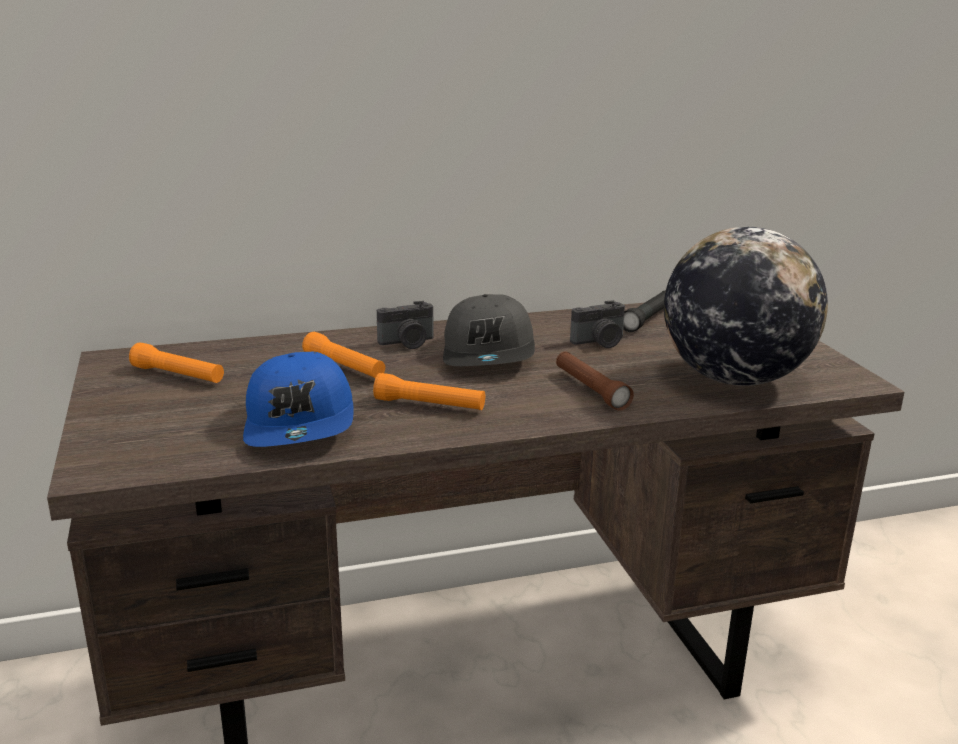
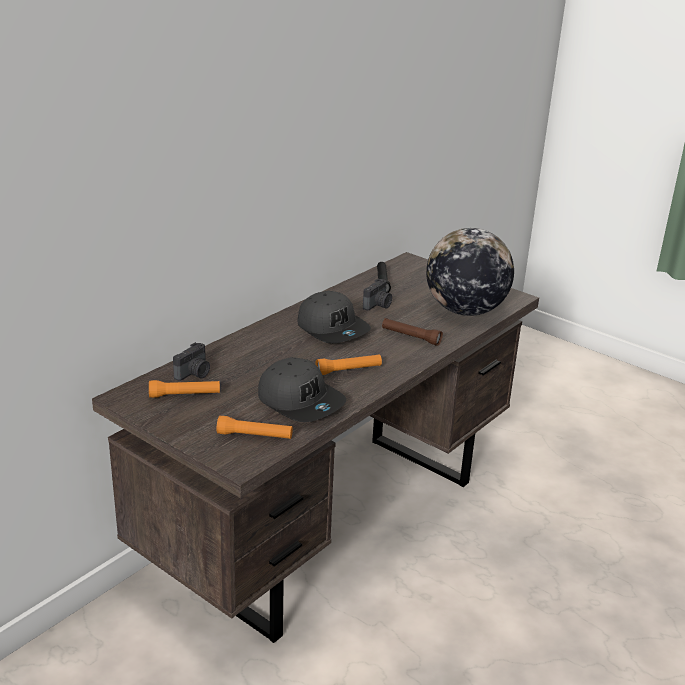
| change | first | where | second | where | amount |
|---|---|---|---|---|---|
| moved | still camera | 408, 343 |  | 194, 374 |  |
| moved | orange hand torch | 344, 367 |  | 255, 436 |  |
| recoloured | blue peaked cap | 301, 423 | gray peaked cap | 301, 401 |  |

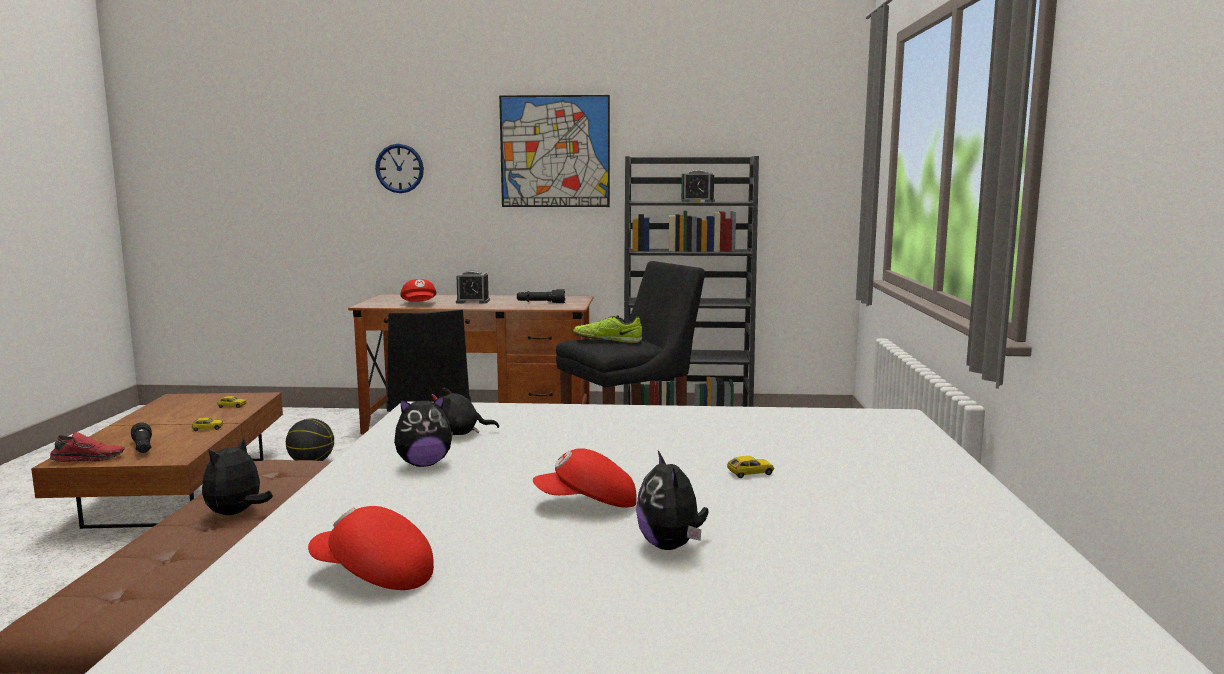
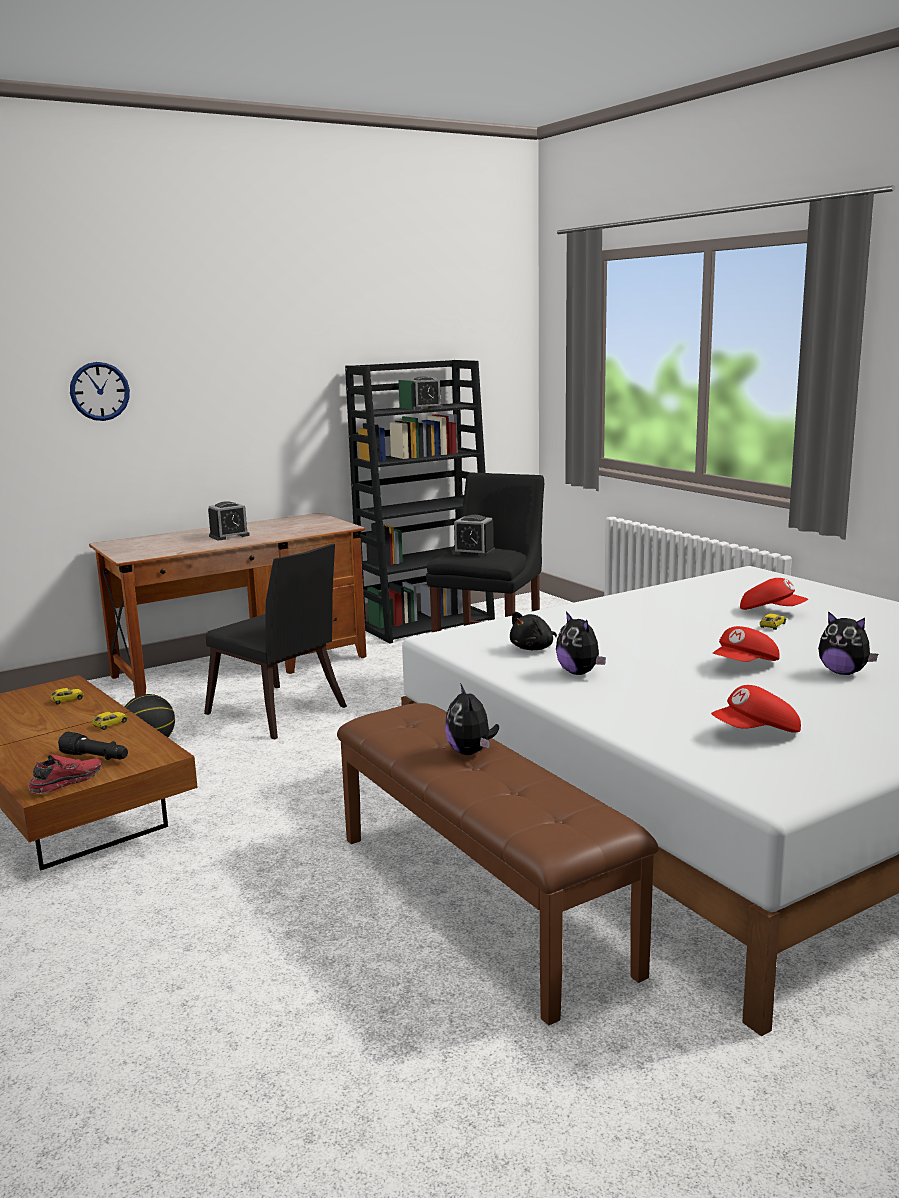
| change | first | where | second | where | amount |
|---|---|---|---|---|---|
| removed | wall picture | 555, 151 |  |  |  |
| moved | red-coloured peaked cap | 419, 304 |  | 771, 611 |  |
| removed | black-coloured hand torch | 541, 303 |  |  |  |
| replaced | low shoe | 608, 340 | table clock | 474, 552 |  |
| turned | plush toy | 424, 464 |  | 579, 673 | 120 degrees clockwise |

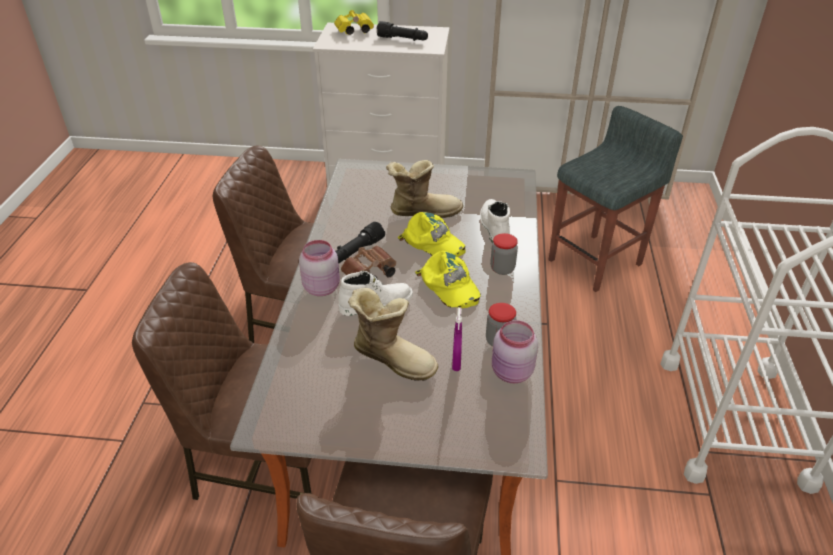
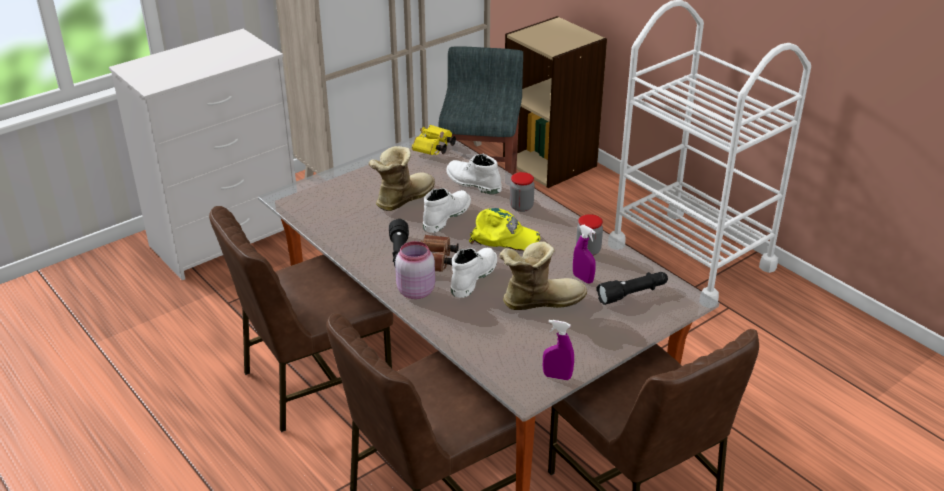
| change | first | where | second | where | amount |
|---|---|---|---|---|---|
| moved | yellow field glasses | 353, 31 |  | 433, 149 |  |
| moved | black-coloured hand torch | 403, 39 |  | 632, 294 |  |
| replaced | yellow peaked cap | 433, 242 | whitish high-top boot | 446, 216 |  |
| removed | pinkish preserve jar | 511, 373 |  |  |  |
| added |  |  | beige-coloured bookcase | 550, 163 |  |
| added |  |  | purple sprayer | 557, 376 |  |

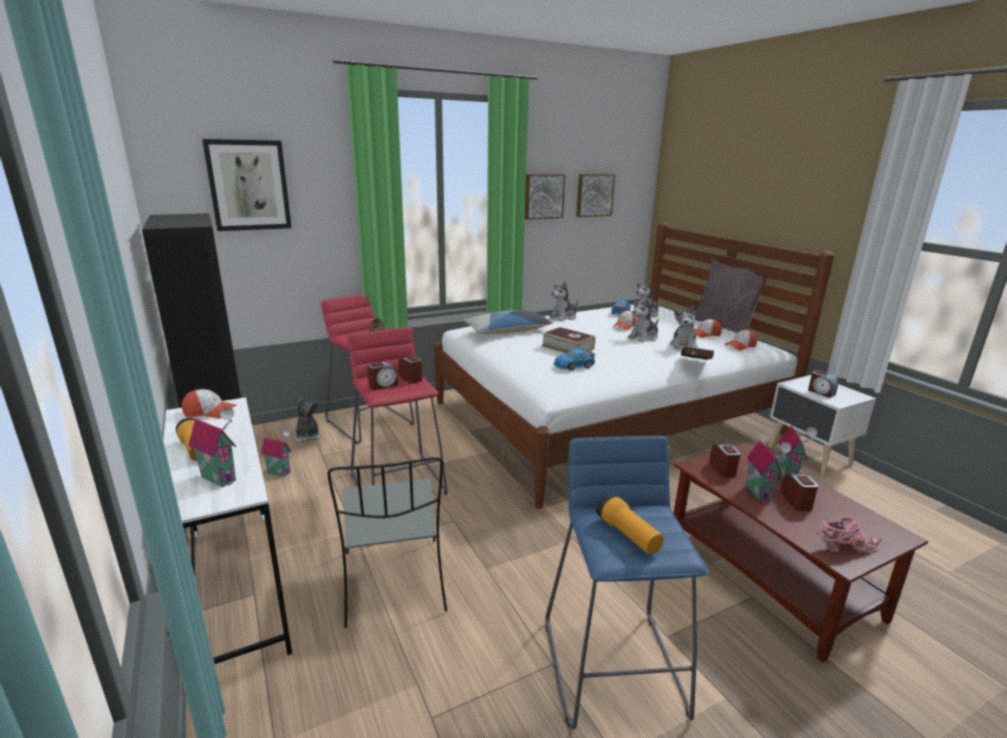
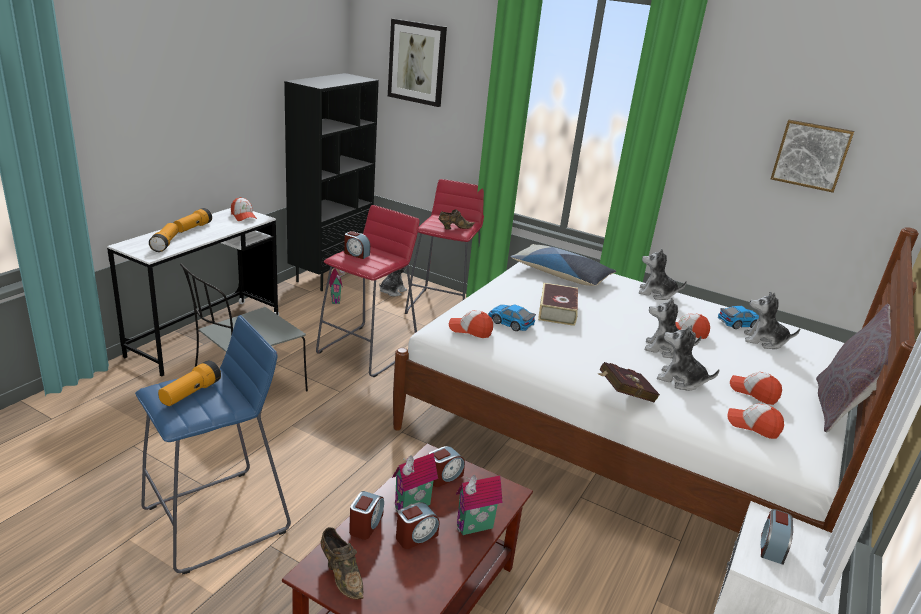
| change | first | where | second | where | amount |
|---|---|---|---|---|---|
| removed | wall picture | 543, 196 |  |  |  |
| turned | plush toy | 683, 345 |  | 680, 380 | 45 degrees clockwise |
| moved | table clock | 411, 378 |  | 366, 524 |  |
| replaced | miniature house | 221, 477 | hand torch | 165, 244 |  |
| recoloured | pinkish low shoe | 843, 547 | brownish low shoe | 342, 574 |  |
| added |  |  | peaked cap | 470, 330 |  |

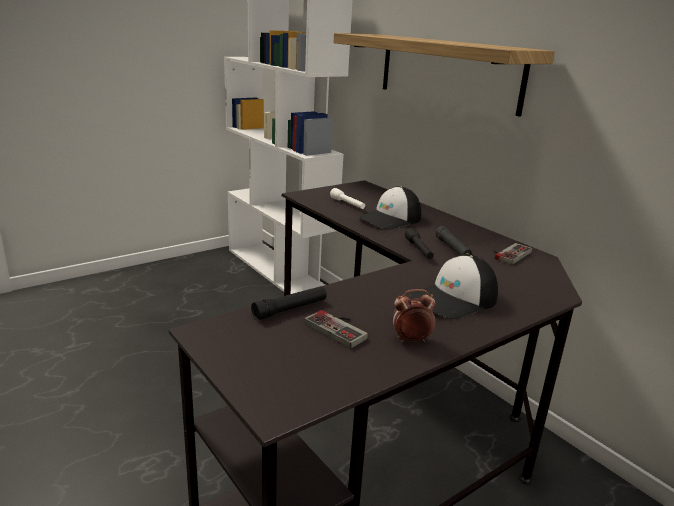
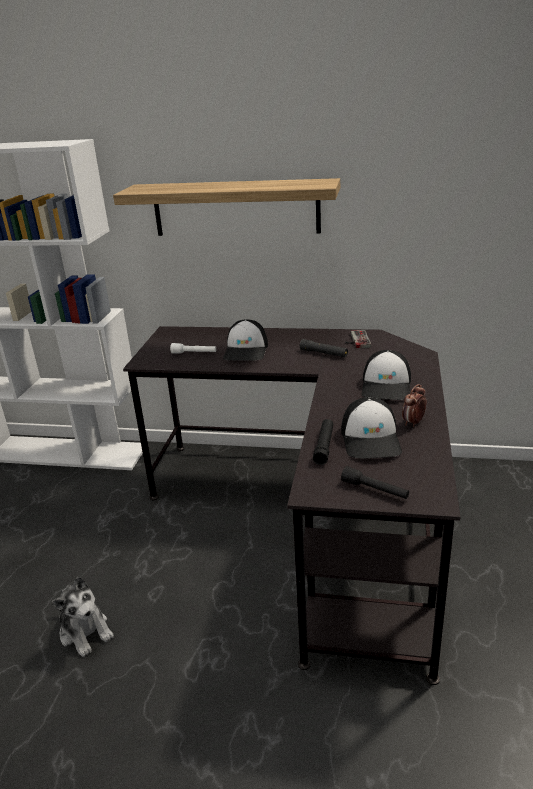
| change | first | where | second | where | amount |
|---|---|---|---|---|---|
| moved | black-coloured hand torch | 419, 250 |  | 375, 490 |  |
| replaced | game controller | 340, 328 | peaked cap | 371, 439 |  |
| added |  |  | plush toy | 86, 631 |  |

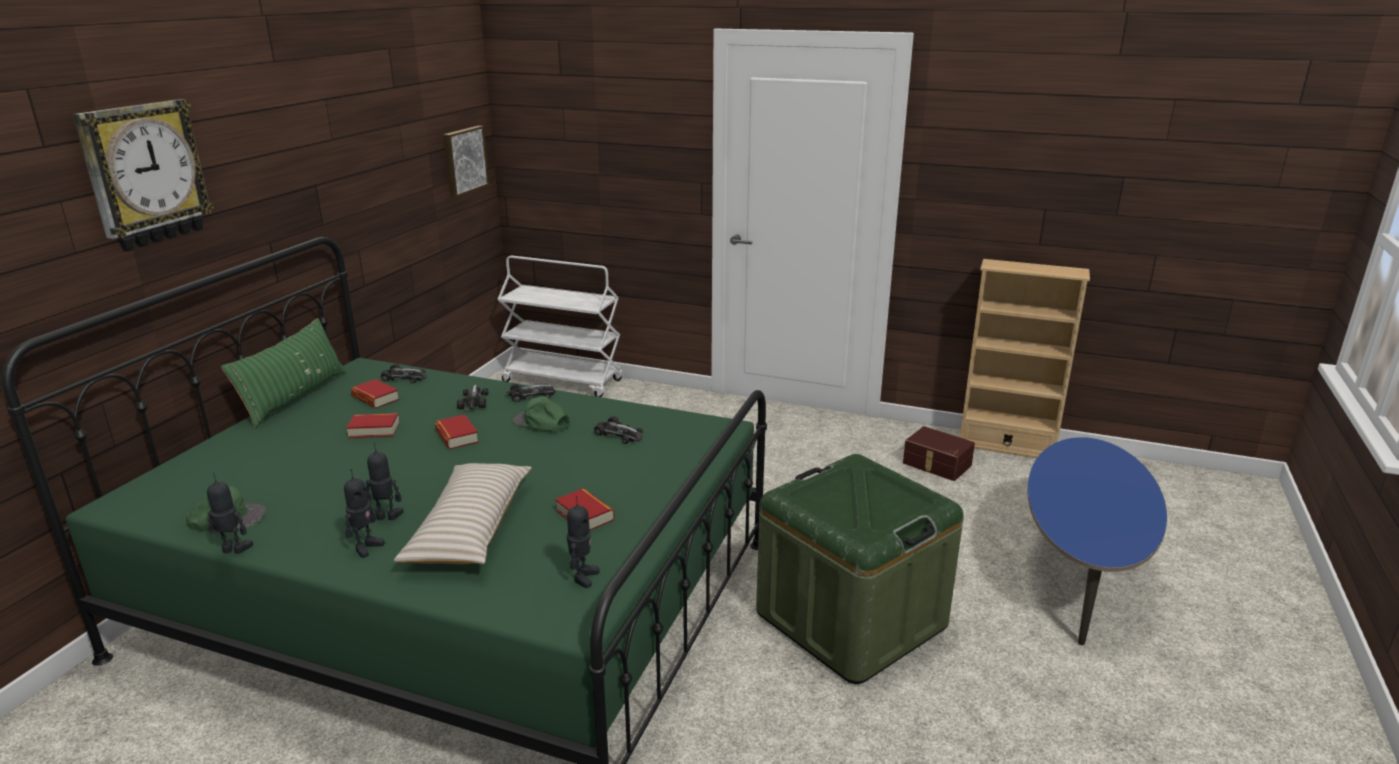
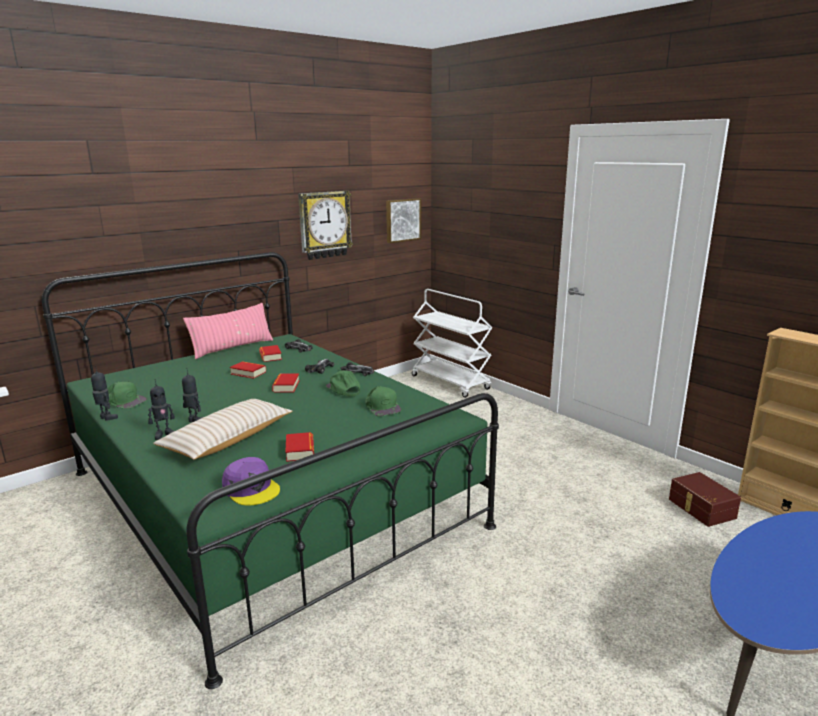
| change | first | where | second | where | amount |
|---|---|---|---|---|---|
| moved | wall clock | 144, 174 |  | 324, 225 |  |
| recoloured | green-coloured throw pillow | 294, 397 | pinkish throw pillow | 232, 348 |  |
| replaced | toy car | 618, 434 | green-coloured peaked cap | 382, 407 |  |
| removed | green-coloured storage bin | 851, 619 |  |  |  |
| replaced | toy robot | 583, 577 | purple peaked cap | 251, 488 |  |

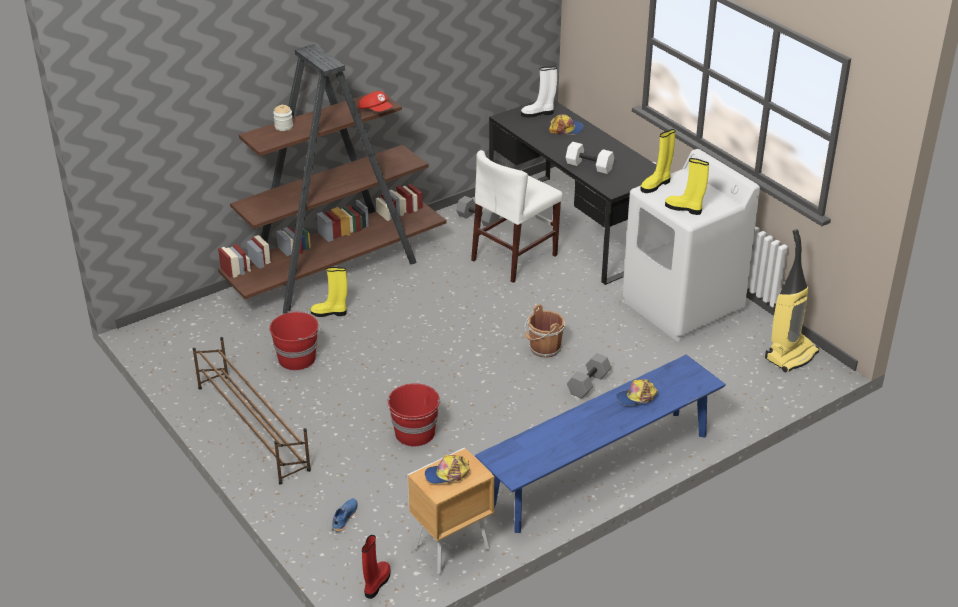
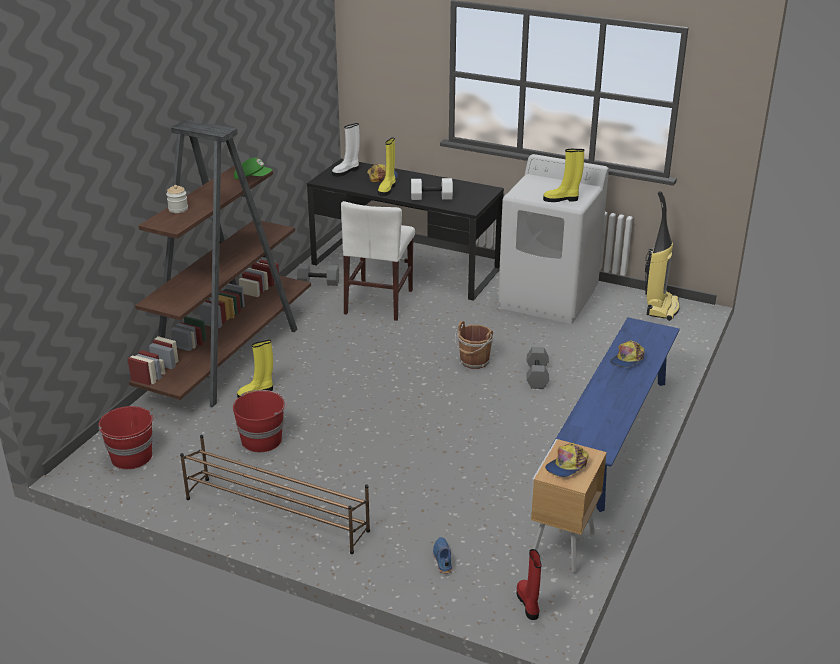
| change | first | where | second | where | amount |
|---|---|---|---|---|---|
| recoloured | red-coloured peaked cap | 375, 110 | green-coloured peaked cap | 252, 178 |  |
| moved | yellow high-top boot | 656, 185 |  | 387, 189 |  |
| moved | red-coloured pail | 415, 433 |  | 132, 457 |  |

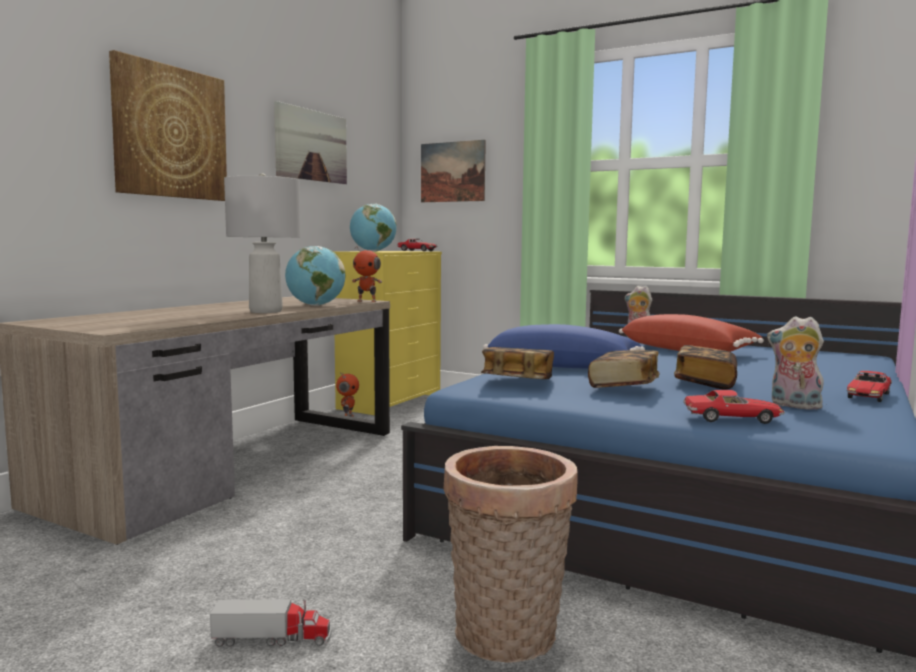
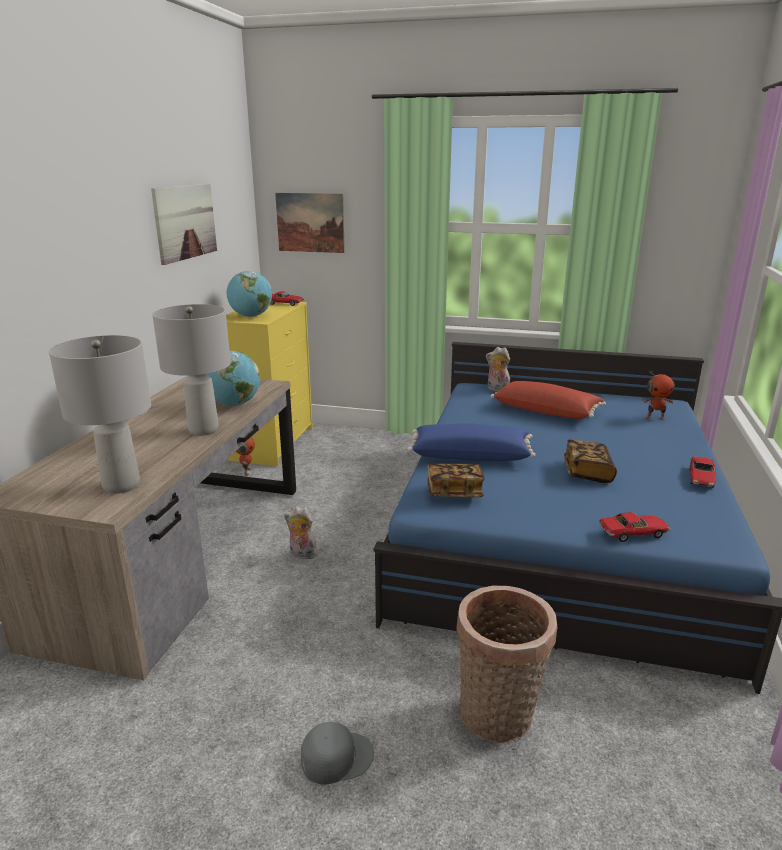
| change | first | where | second | where | amount |
|---|---|---|---|---|---|
| removed | wall picture | 170, 132 |  |  |  |
| moved | toy robot | 367, 301 |  | 655, 418 |  |
| moved | plush toy | 793, 406 |  | 301, 554 |  |
| removed | bound book | 624, 386 |  |  |  |
| replaced | model truck | 273, 639 | gray peaked cap | 336, 757 |  |
| added |  |  | gray tabletop lamp | 121, 486 |  |

